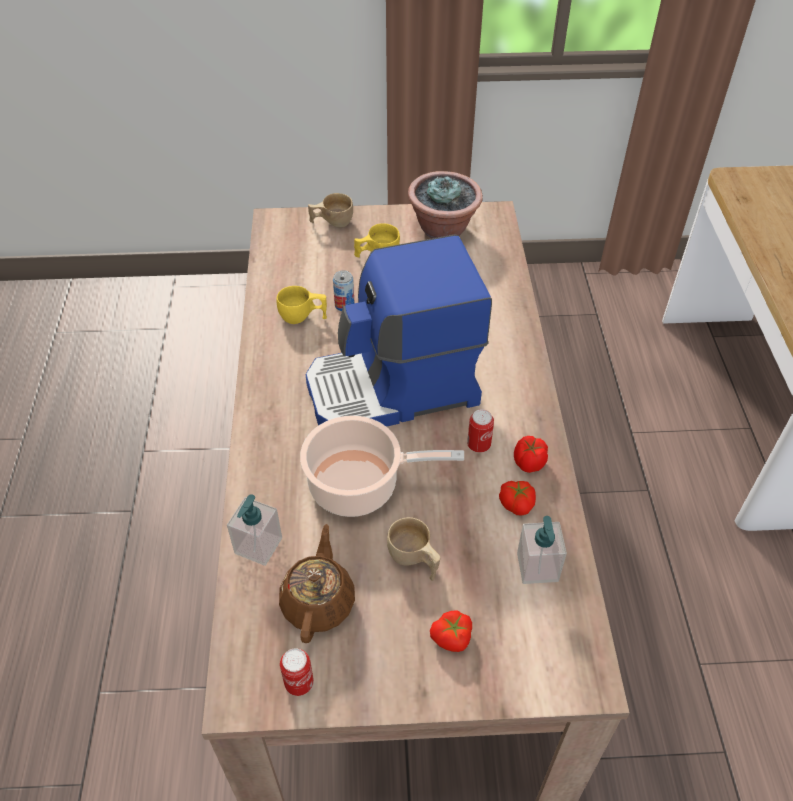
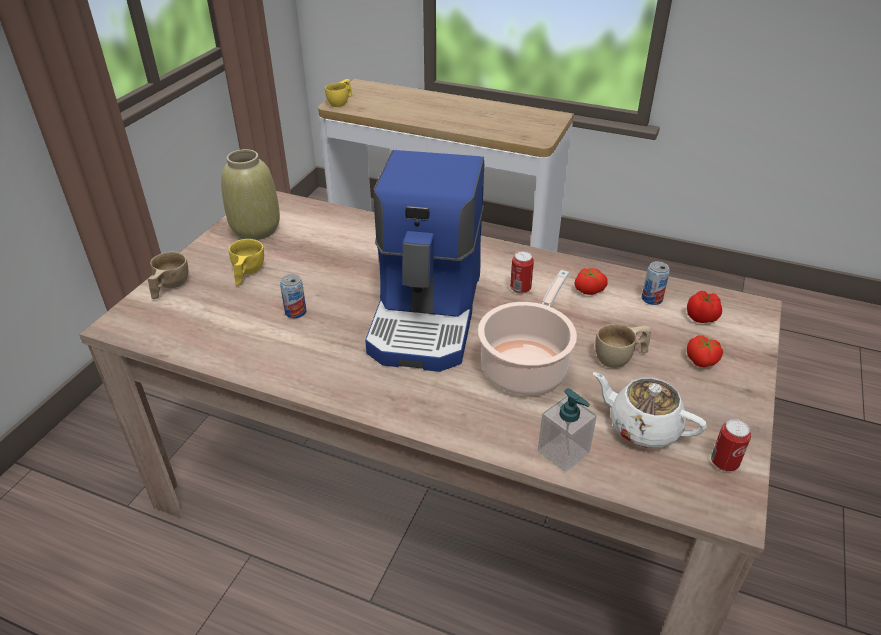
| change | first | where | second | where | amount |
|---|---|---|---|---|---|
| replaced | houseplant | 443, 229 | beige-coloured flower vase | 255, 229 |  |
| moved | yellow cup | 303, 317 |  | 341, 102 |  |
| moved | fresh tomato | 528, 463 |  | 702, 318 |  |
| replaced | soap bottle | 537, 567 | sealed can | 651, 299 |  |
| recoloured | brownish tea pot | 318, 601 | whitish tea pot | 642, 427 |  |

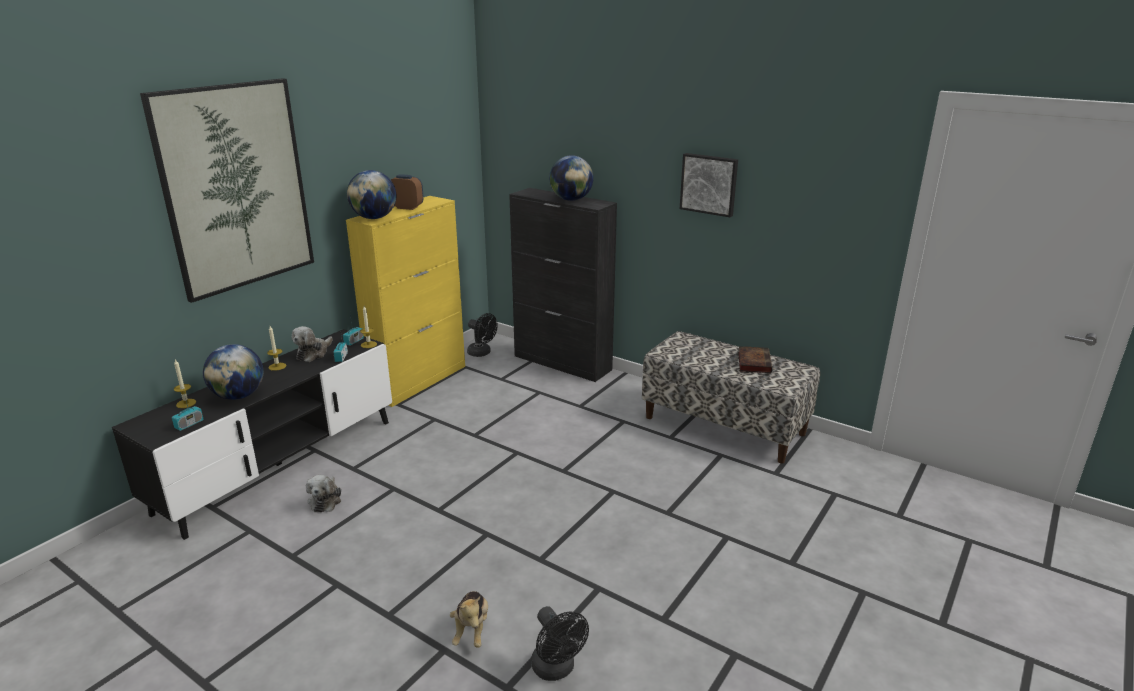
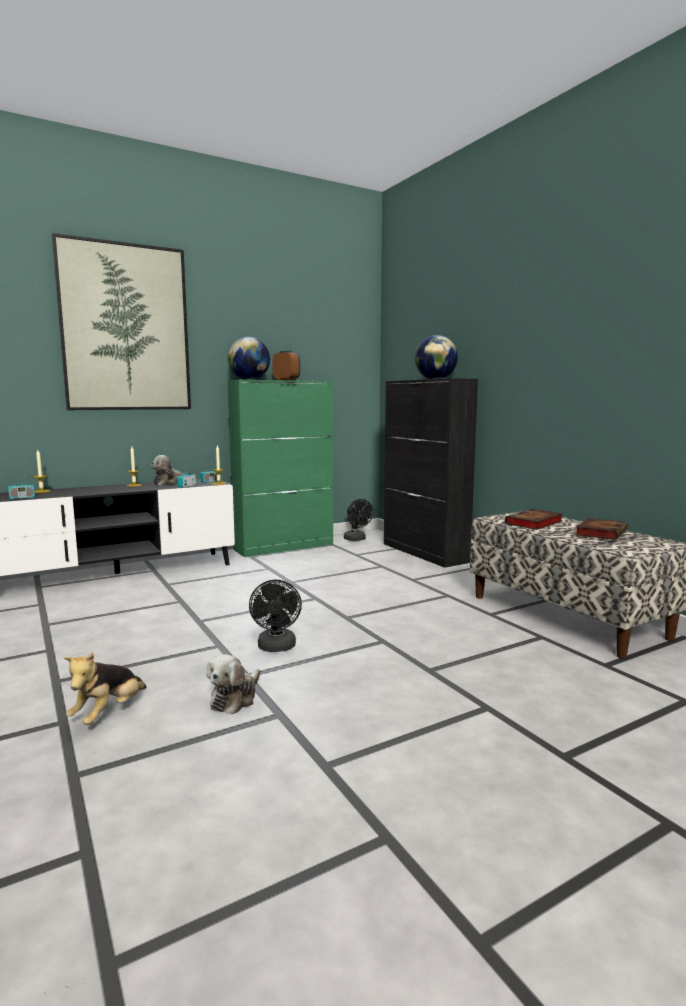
| change | first | where | second | where | amount |
|---|---|---|---|---|---|
| removed | wall picture | 709, 184 |  |  |  |
| recoloured | yellow cabinet | 419, 381 | green-coloured cabinet | 285, 547 |  |
| removed | globe | 238, 396 |  |  |  |
| moved | plush toy | 325, 500 |  | 235, 698 |  |
| moved | black-coloured electric fan | 556, 669 |  | 277, 648 |  |
| added |  |  | bound book | 533, 523 |  |

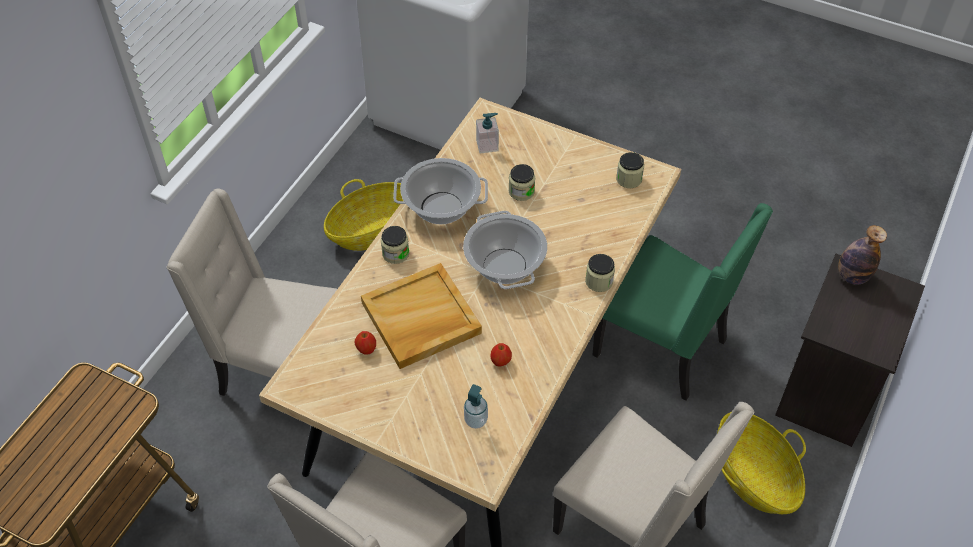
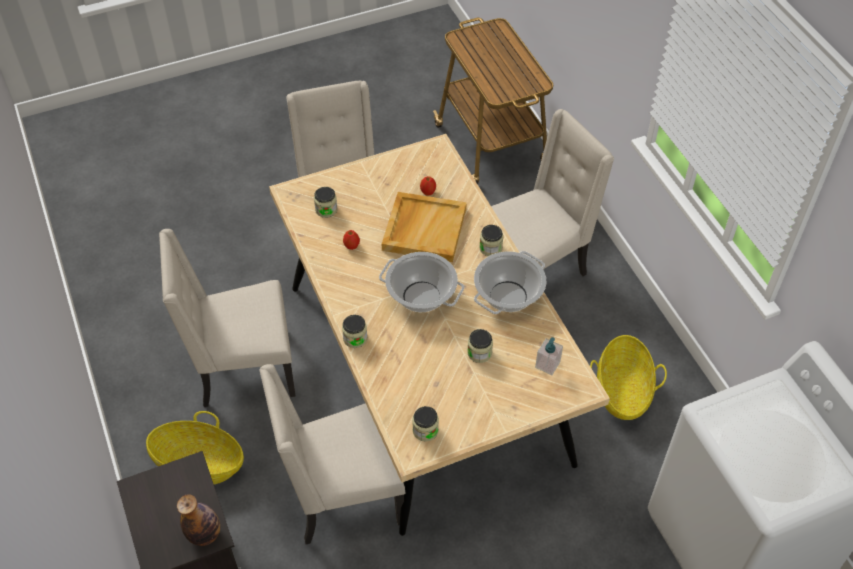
| change | first | where | second | where | amount |
|---|---|---|---|---|---|
| recoloured | green-coloured plain chair | 663, 348 | beige-coloured plain chair | 341, 497 |  |
| replaced | soap bottle | 476, 420 | preserve jar | 326, 209 |  |

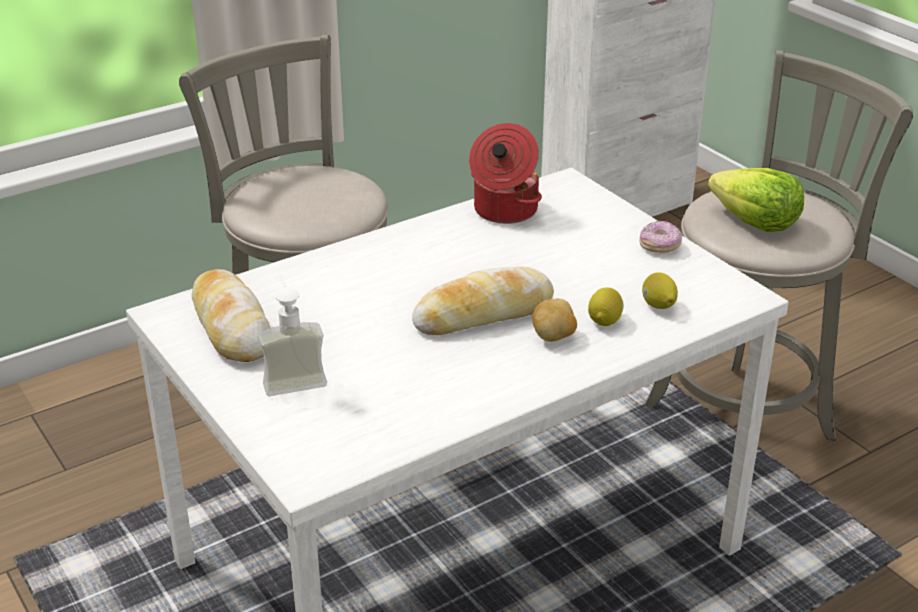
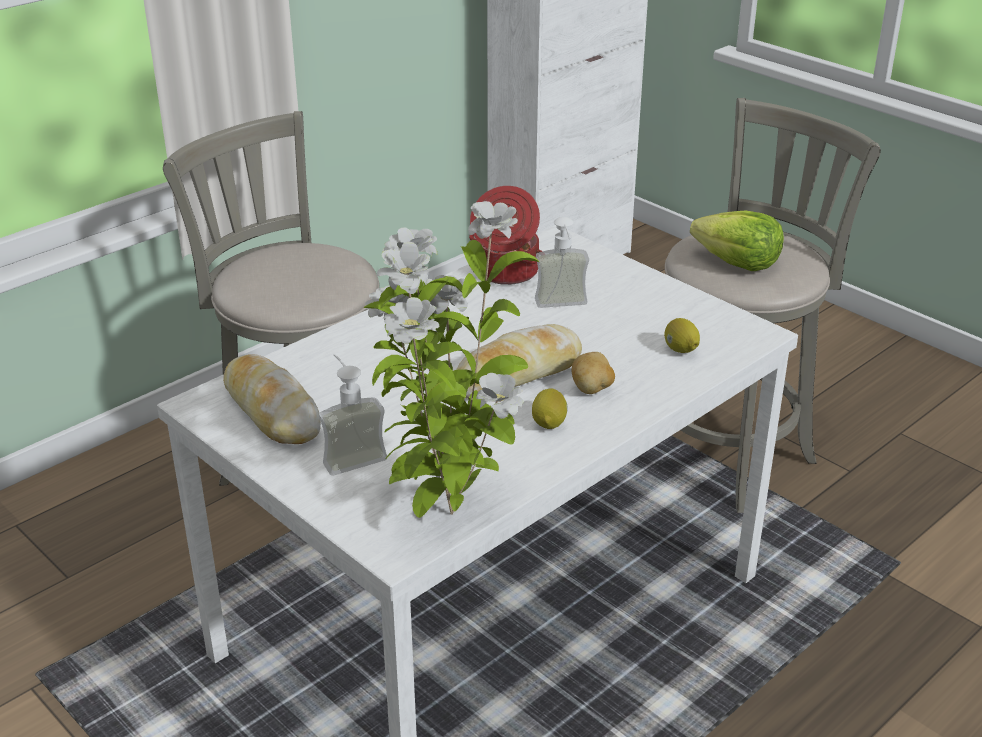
| change | first | where | second | where | amount |
|---|---|---|---|---|---|
| removed | donut | 660, 246 |  |  |  |
| moved | whole lemon | 605, 320 |  | 549, 422 |  |
| added |  |  | houseplant | 447, 511 |  |
| added |  |  | soap bottle | 562, 307 |  |

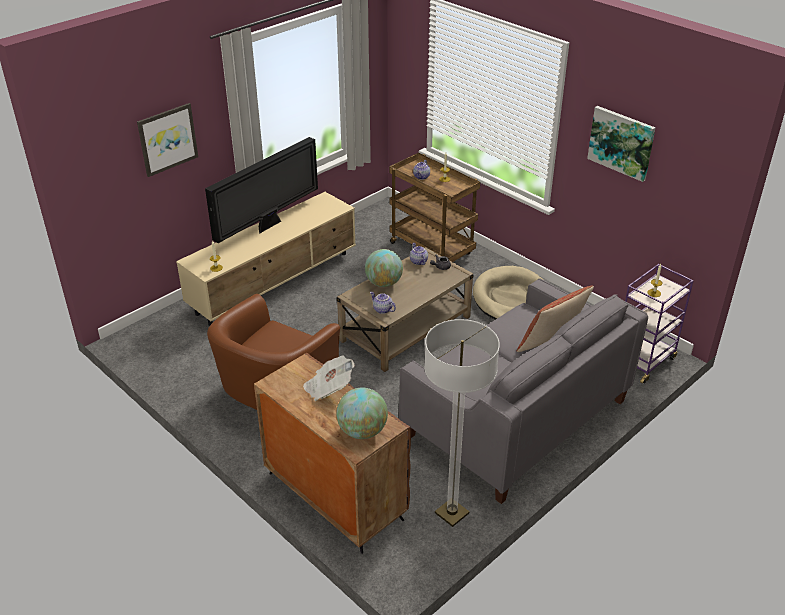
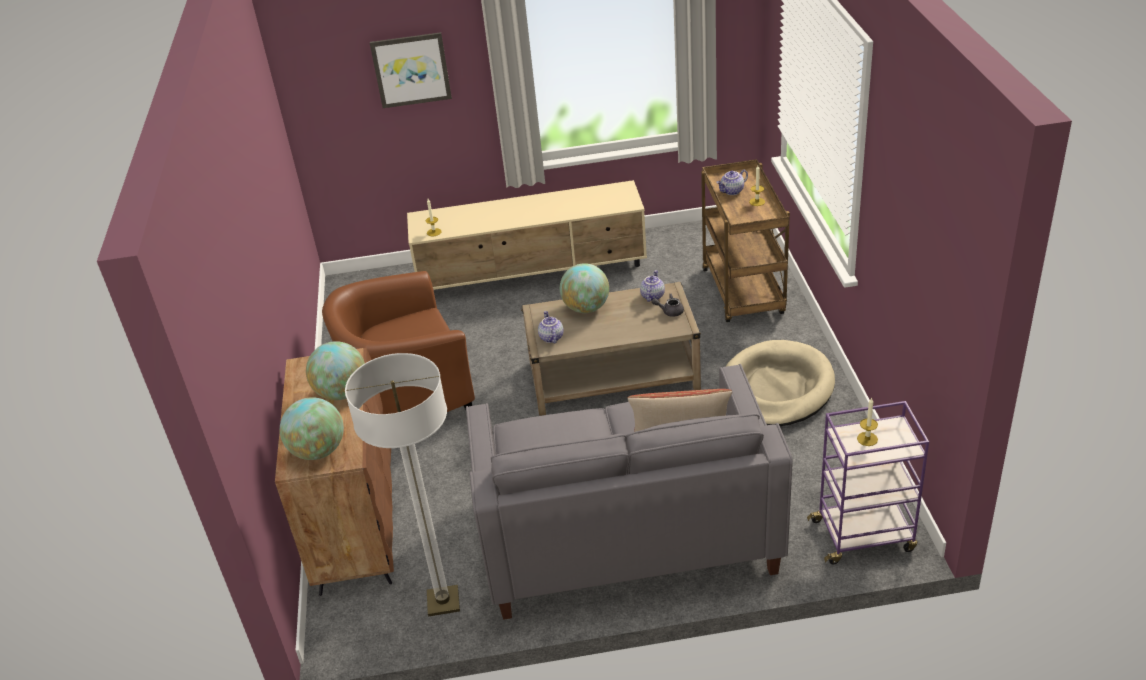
| change | first | where | second | where | amount |
|---|---|---|---|---|---|
| removed | wall picture | 621, 142 |  |  |  |
| removed | television | 269, 225 |  |  |  |
| replaced | daily paper | 328, 388 | globe | 342, 393 |  |

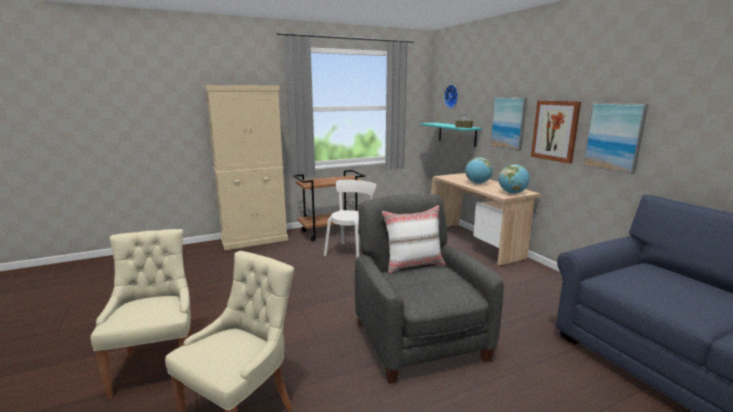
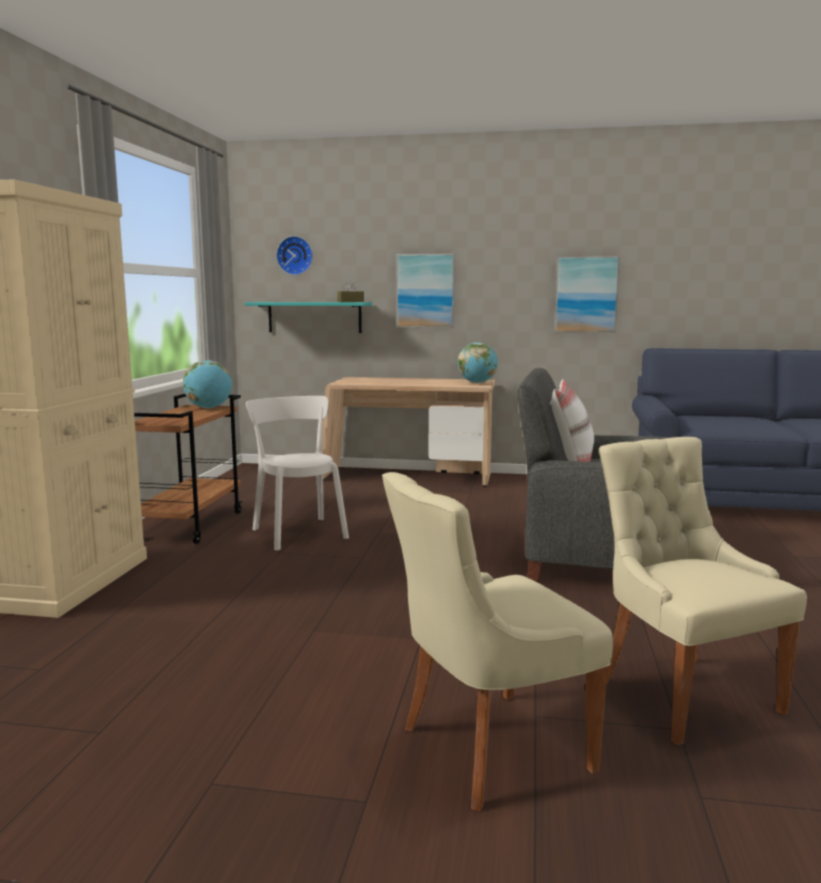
| change | first | where | second | where | amount |
|---|---|---|---|---|---|
| removed | wall picture | 555, 130 |  |  |  |
| moved | globe | 477, 183 |  | 209, 408 |  |
| turned | beige-coloured plain chair | 158, 366 |  | 488, 749 | 45 degrees counterclockwise |

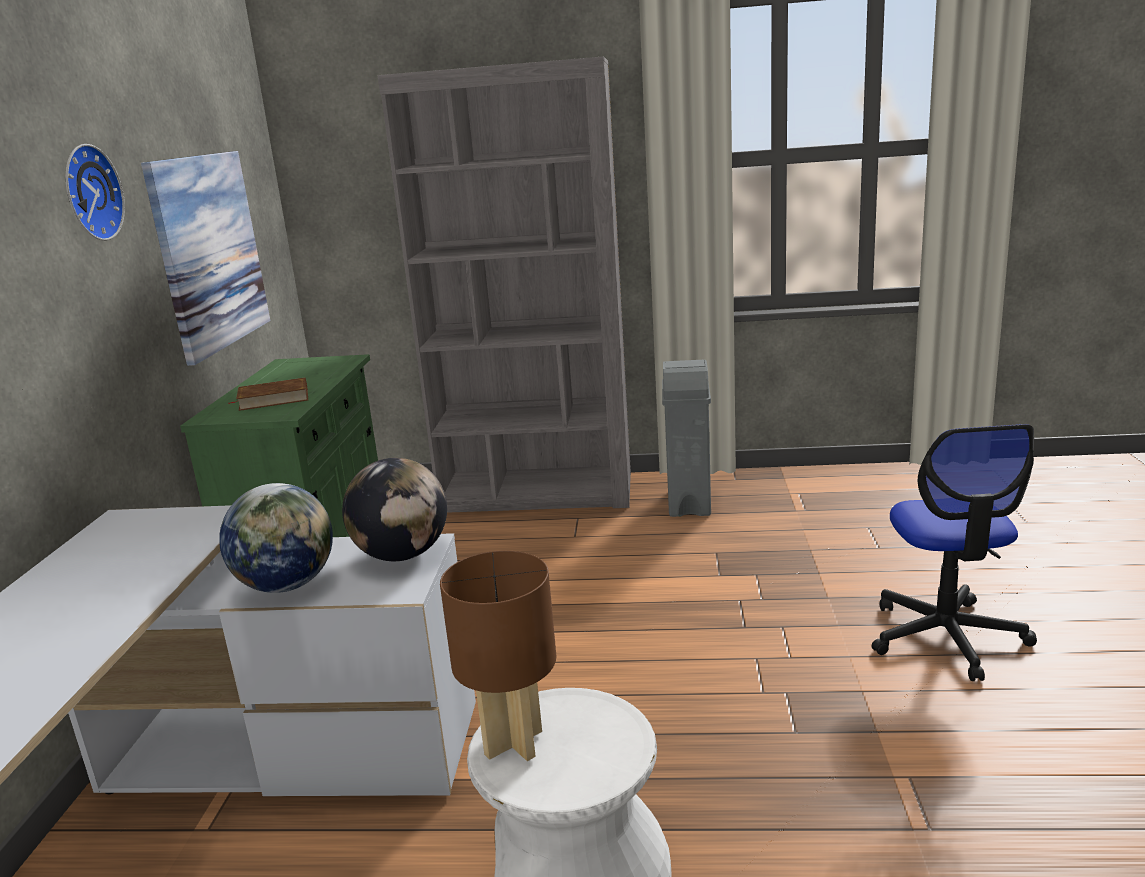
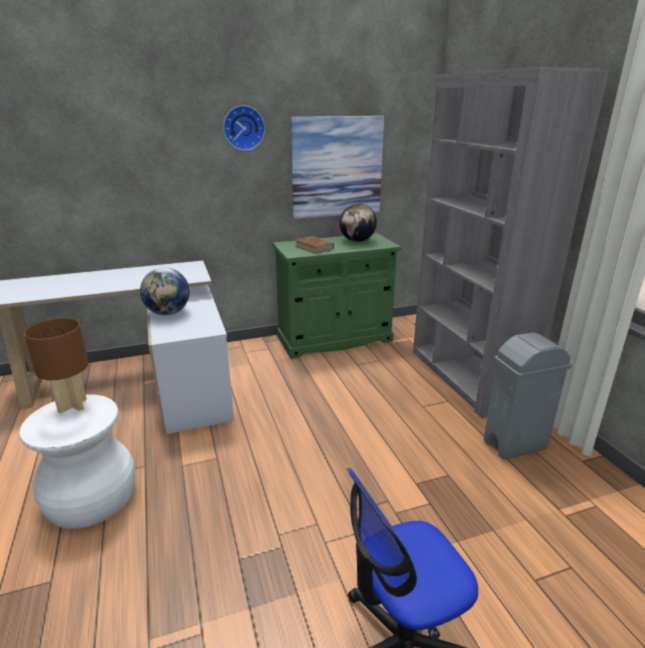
| change | first | where | second | where | amount |
|---|---|---|---|---|---|
| moved | globe | 402, 555 |  | 357, 241 |  |

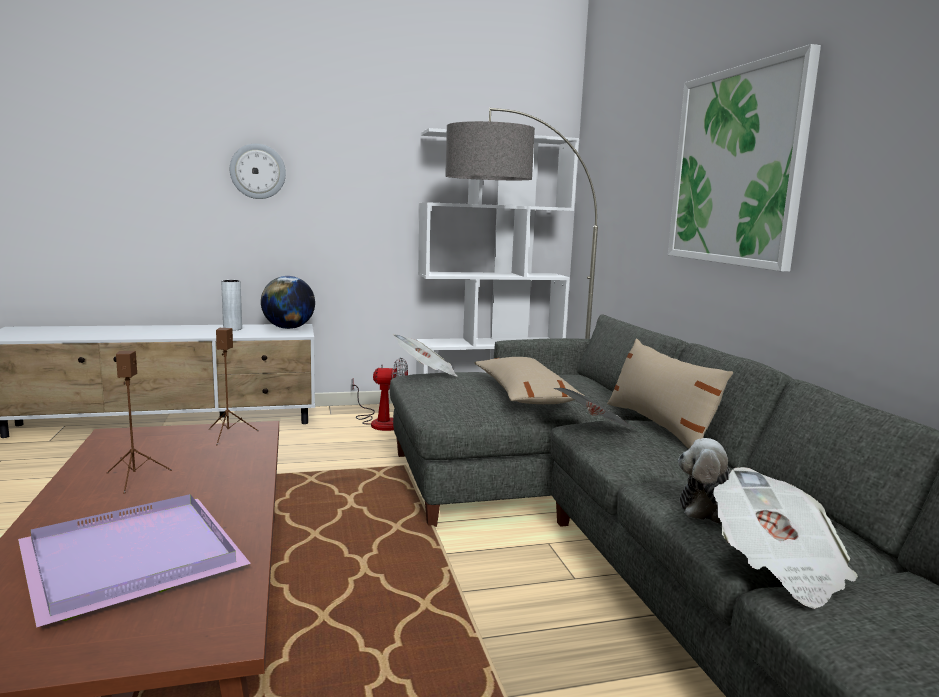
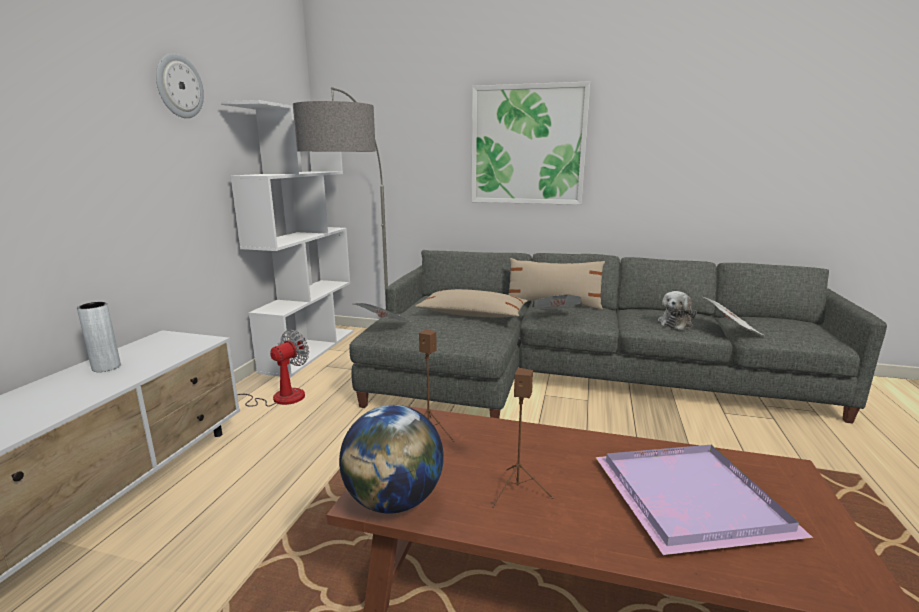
| change | first | where | second | where | amount |
|---|---|---|---|---|---|
| moved | wall clock | 258, 171 |  | 179, 86 |  |
| moved | globe | 288, 328 |  | 394, 501 |  |

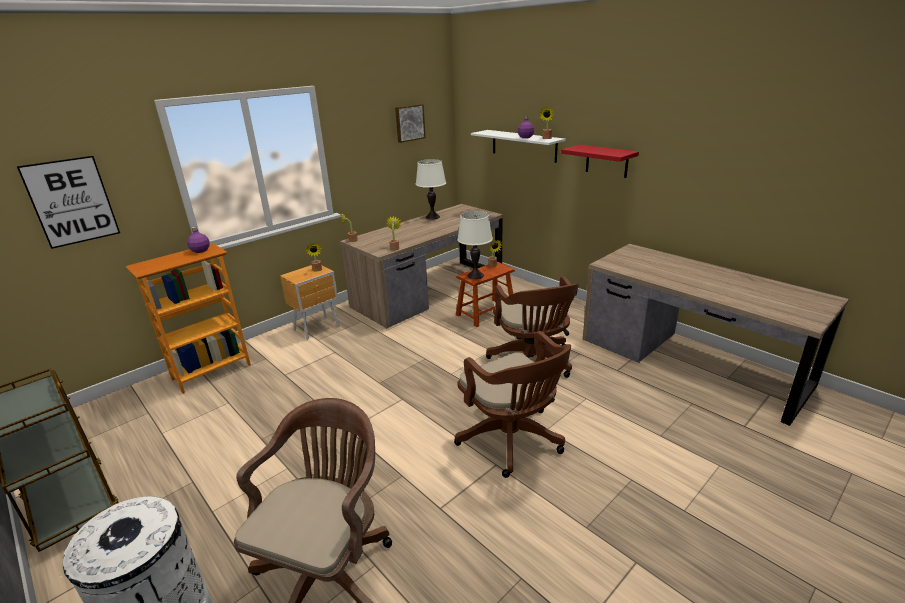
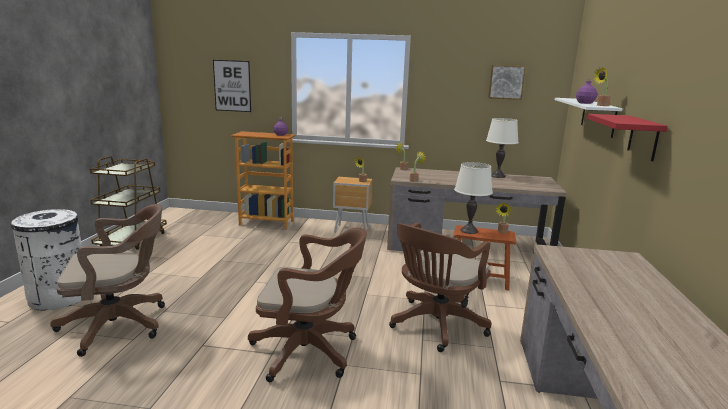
| change | first | where | second | where | amount |
|---|---|---|---|---|---|
| turned | brownish office chair | 513, 441 |  | 310, 352 | 105 degrees counterclockwise |

